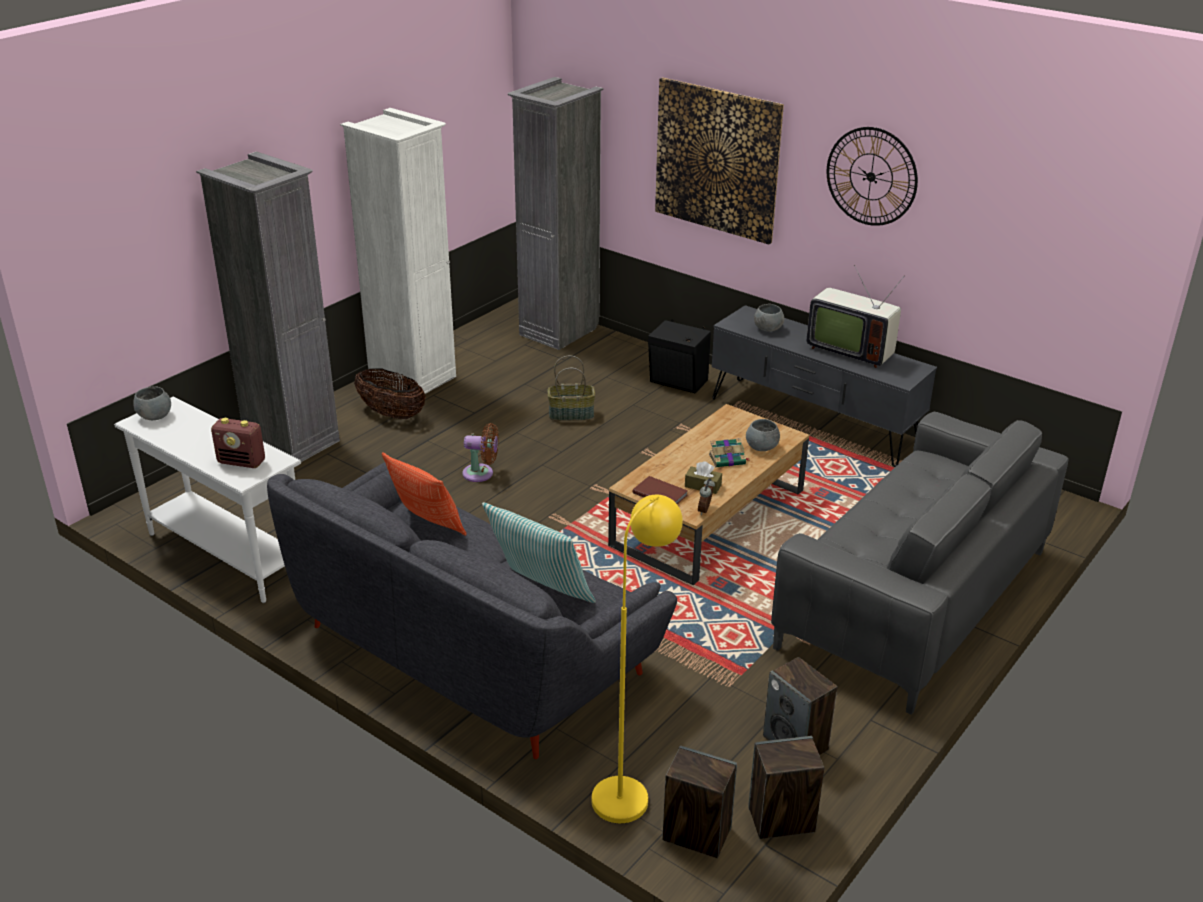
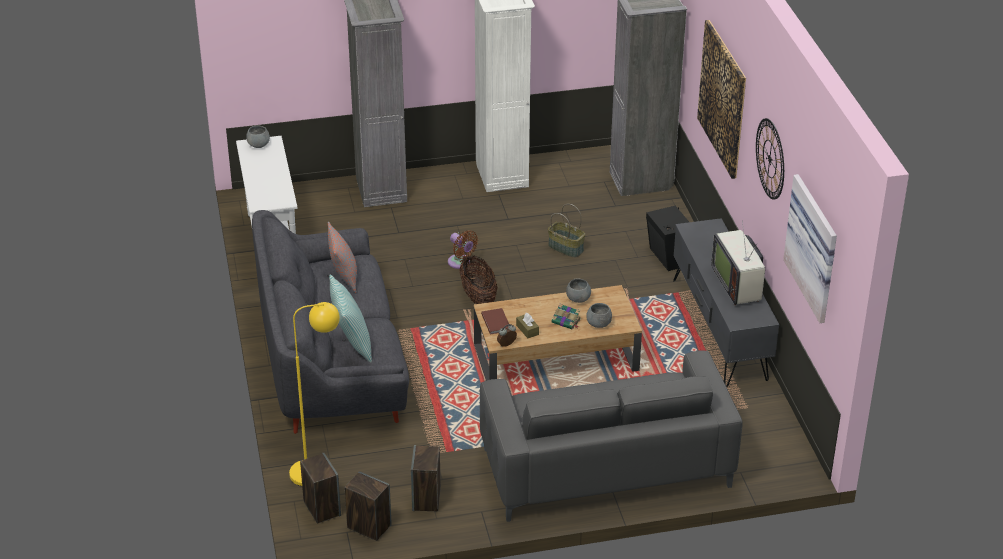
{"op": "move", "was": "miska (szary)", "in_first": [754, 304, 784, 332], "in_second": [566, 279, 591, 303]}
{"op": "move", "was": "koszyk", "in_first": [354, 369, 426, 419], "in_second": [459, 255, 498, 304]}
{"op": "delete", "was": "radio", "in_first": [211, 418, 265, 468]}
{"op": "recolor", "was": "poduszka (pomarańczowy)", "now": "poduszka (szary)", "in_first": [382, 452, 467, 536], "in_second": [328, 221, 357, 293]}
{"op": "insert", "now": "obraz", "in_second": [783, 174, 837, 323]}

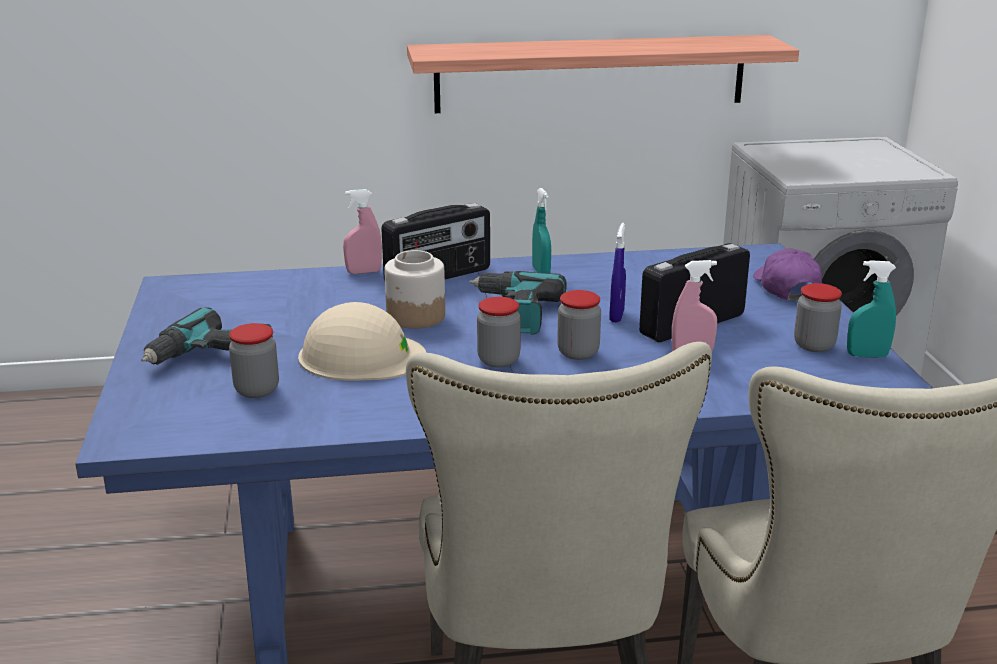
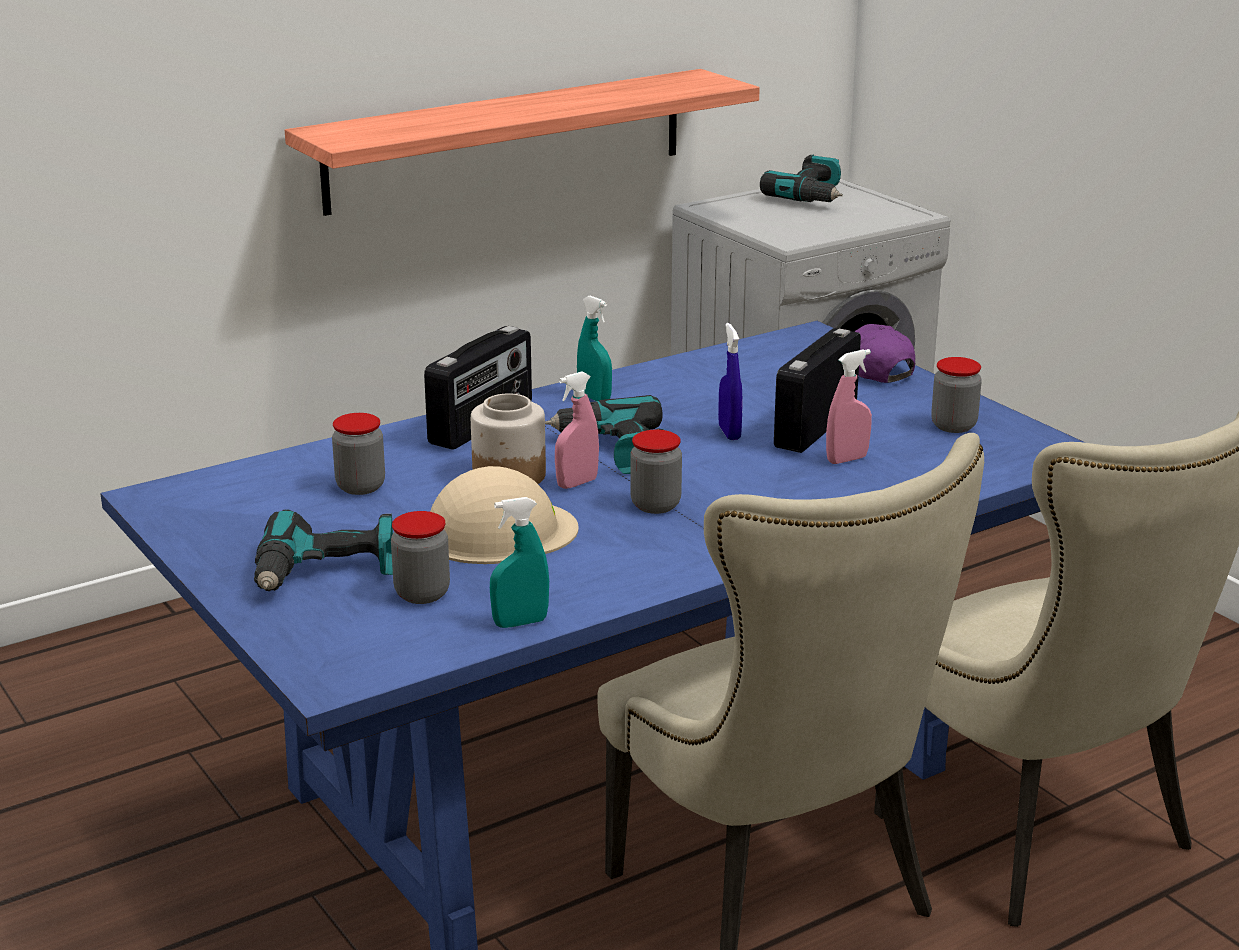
{"op": "move", "was": "spryskiwacz (różowy)", "in_first": [343, 189, 382, 274], "in_second": [555, 371, 599, 489]}
{"op": "move", "was": "spryskiwacz (turkusowy)", "in_first": [847, 260, 896, 358], "in_second": [490, 497, 549, 628]}
{"op": "move", "was": "słoik", "in_first": [557, 290, 601, 360], "in_second": [332, 413, 385, 495]}
{"op": "insert", "now": "wiertarka", "in_second": [760, 155, 843, 202]}

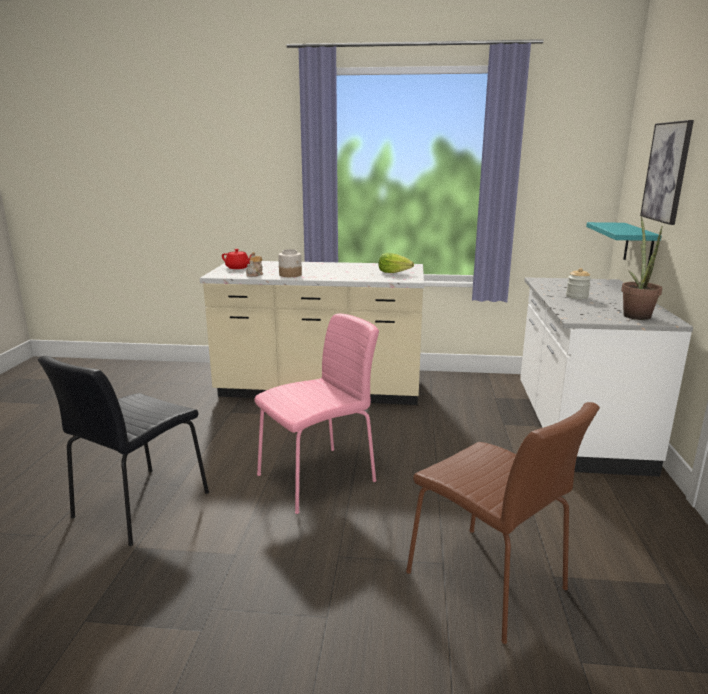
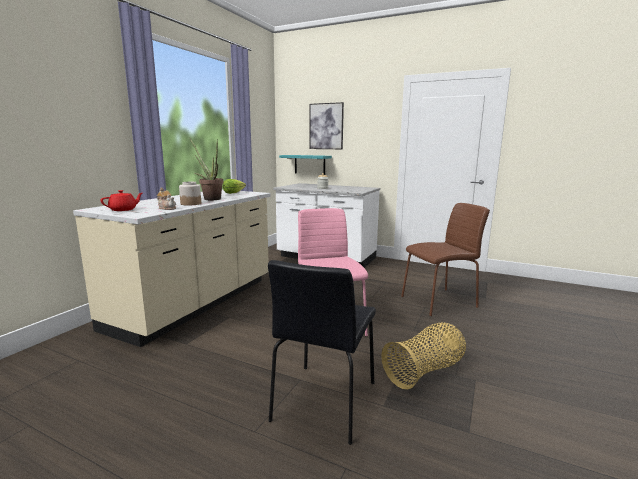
{"op": "move", "was": "roślina doniczkowa", "in_first": [621, 217, 663, 320], "in_second": [189, 138, 223, 200]}
{"op": "rotate", "was": "krzesło (czarny)", "in_first": [38, 356, 209, 546], "in_second": [268, 260, 376, 445], "clockwise": 60}
{"op": "insert", "now": "koszyk", "in_second": [381, 322, 466, 389]}

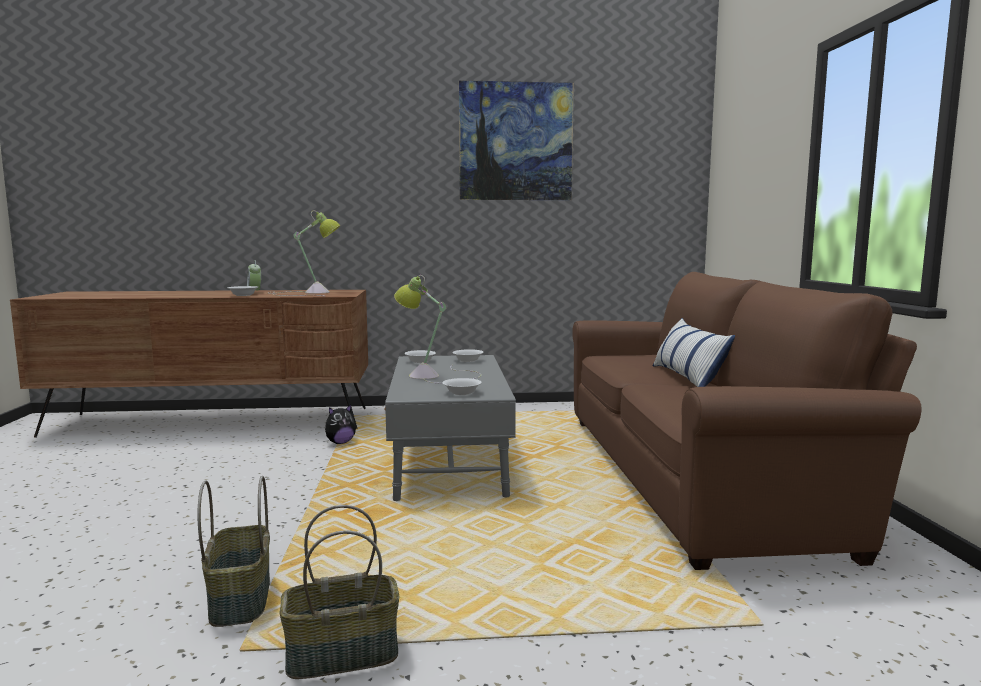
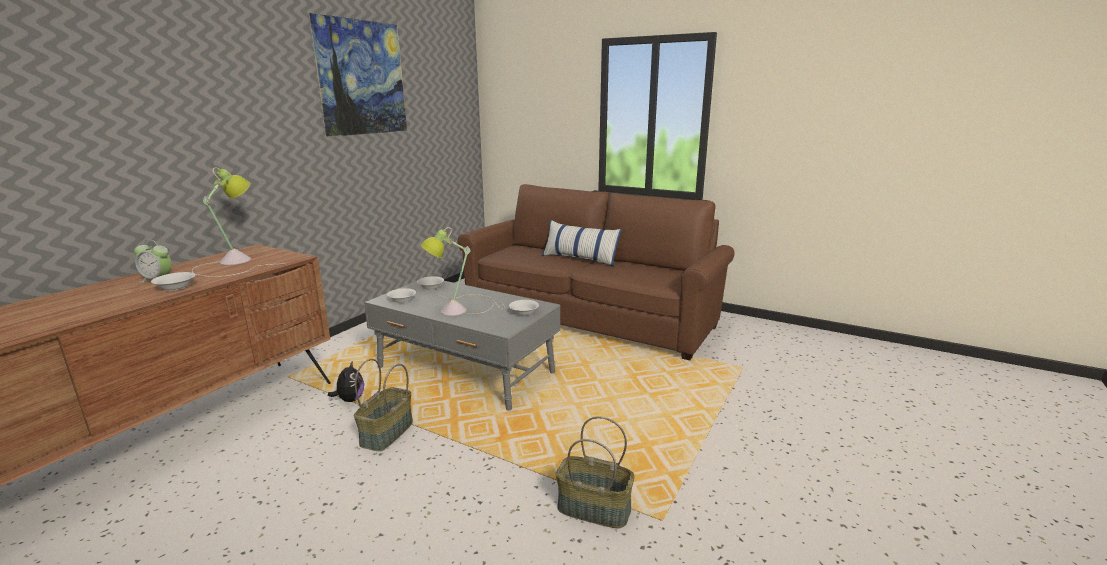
{"op": "move", "was": "koszyk", "in_first": [279, 505, 399, 679], "in_second": [354, 359, 413, 451]}

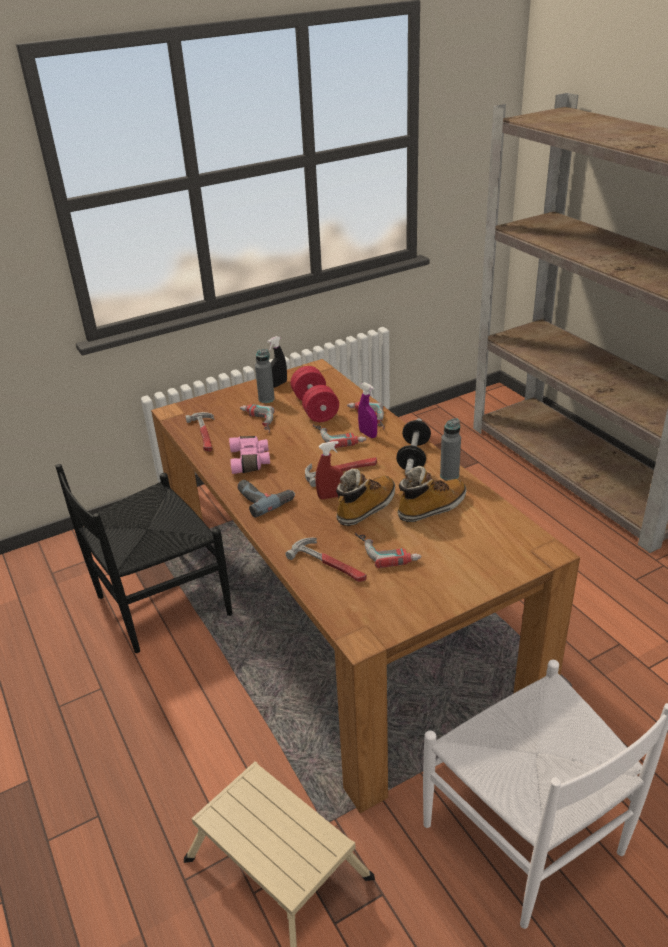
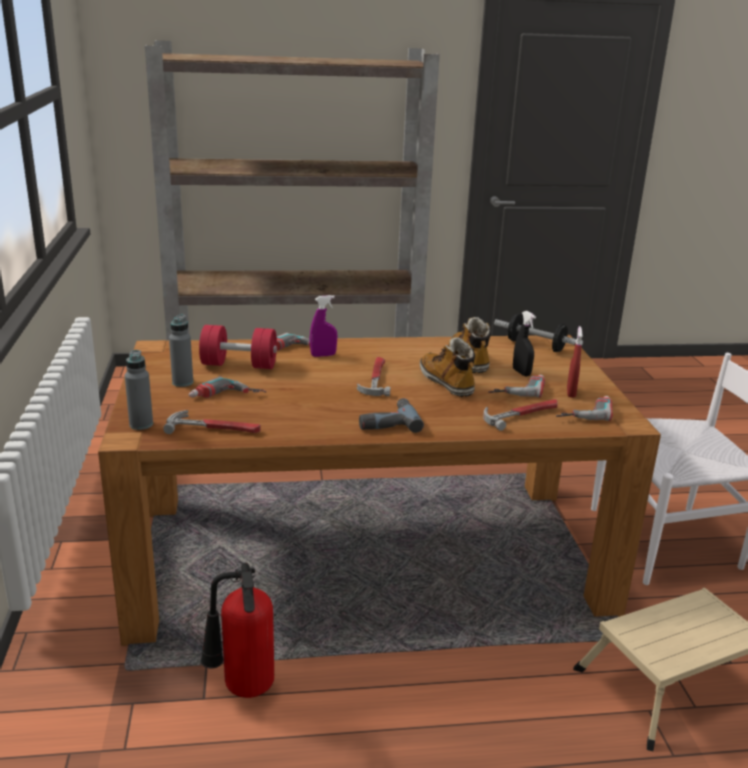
{"op": "move", "was": "spryskiwacz (czarny)", "in_first": [267, 336, 287, 388], "in_second": [513, 311, 536, 376]}
{"op": "move", "was": "butelka (szary)", "in_first": [440, 418, 461, 481], "in_second": [125, 350, 153, 430]}
{"op": "move", "was": "hantel", "in_first": [396, 419, 431, 473], "in_second": [494, 313, 583, 352]}
{"op": "move", "was": "wiertarka", "in_first": [313, 424, 366, 448], "in_second": [556, 396, 613, 421]}
{"op": "delete", "was": "lornetka (różowy)", "in_first": [229, 436, 270, 474]}
{"op": "move", "was": "spryskiwacz (czerwony)", "in_first": [316, 441, 343, 499], "in_second": [567, 326, 582, 398]}
{"op": "replace", "was": "krzesło (czarny)", "now": "gaśnica", "in_first": [56, 464, 232, 653], "in_second": [200, 562, 274, 698]}

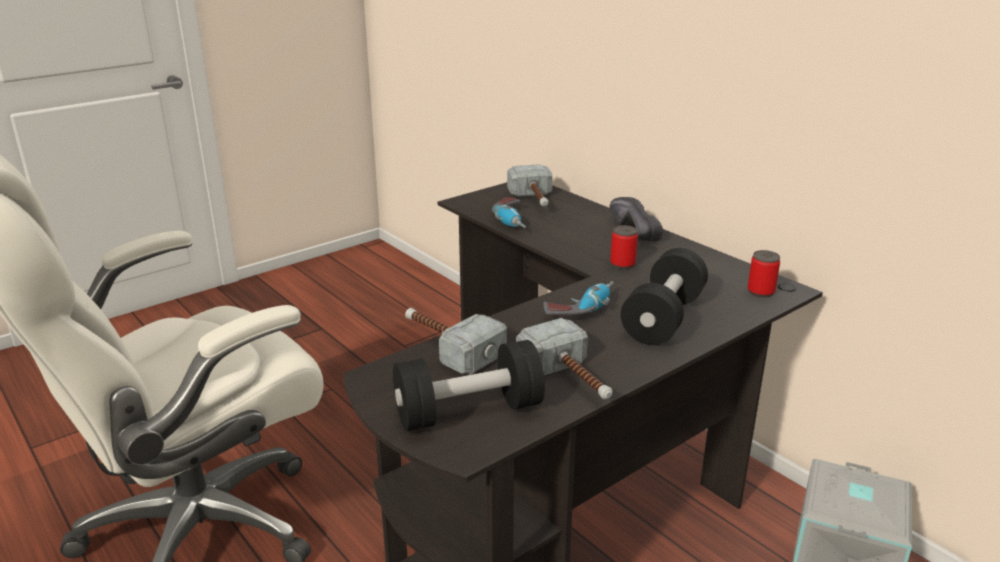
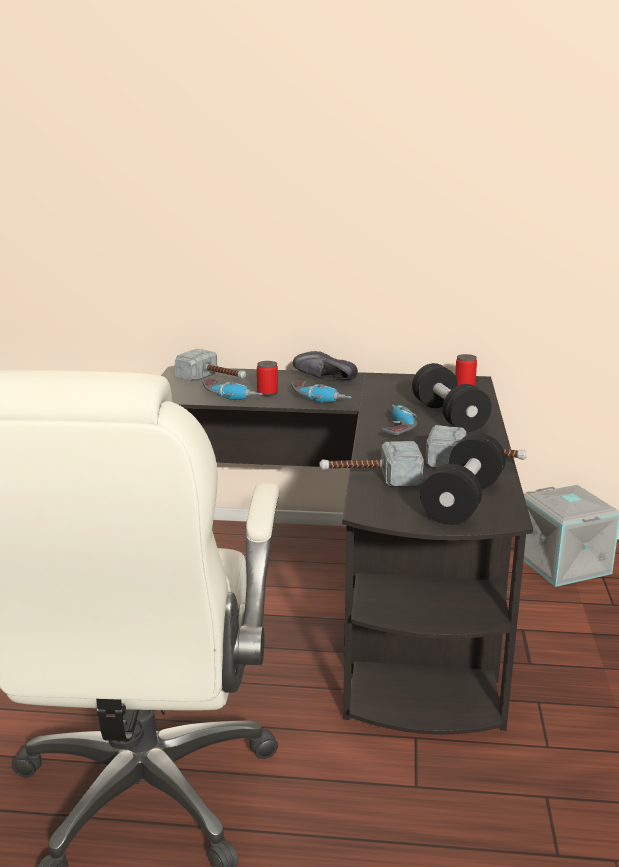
{"op": "move", "was": "puszka", "in_first": [610, 225, 638, 269], "in_second": [257, 361, 278, 397]}
{"op": "insert", "now": "wiertarka", "in_second": [291, 380, 352, 403]}

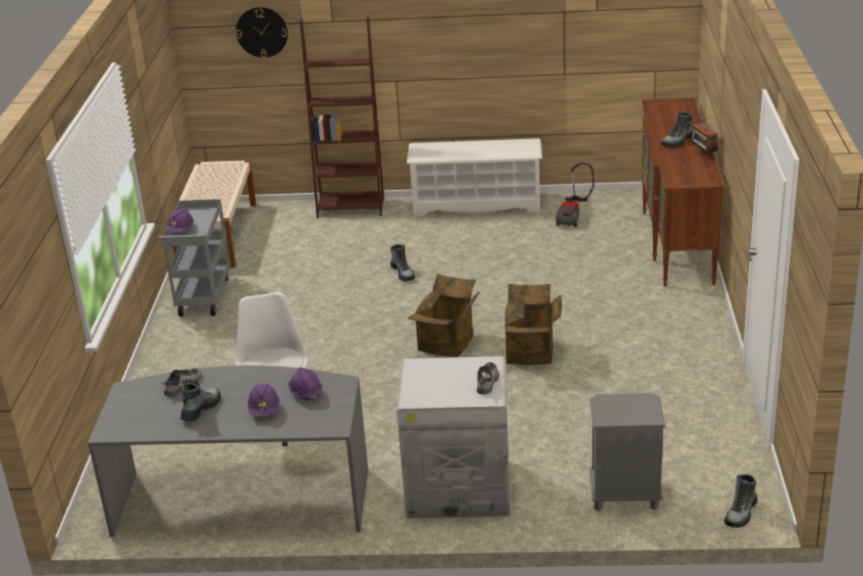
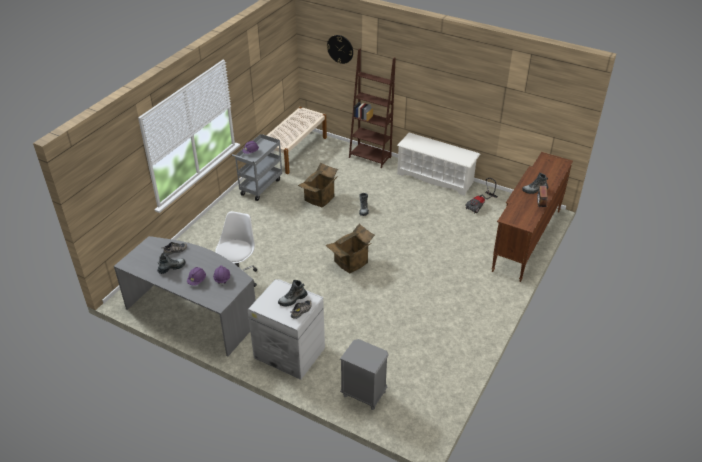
{"op": "move", "was": "karton", "in_first": [505, 284, 562, 365], "in_second": [298, 163, 338, 207]}
{"op": "move", "was": "but z cholewką", "in_first": [725, 474, 758, 528], "in_second": [278, 280, 307, 307]}

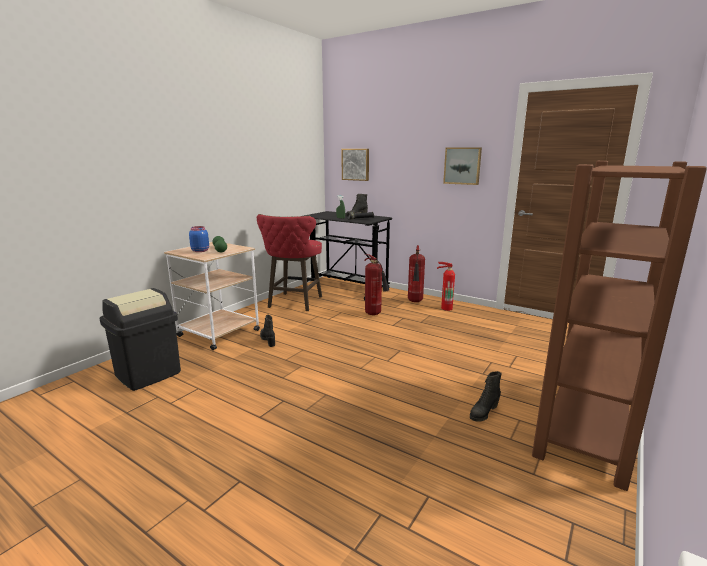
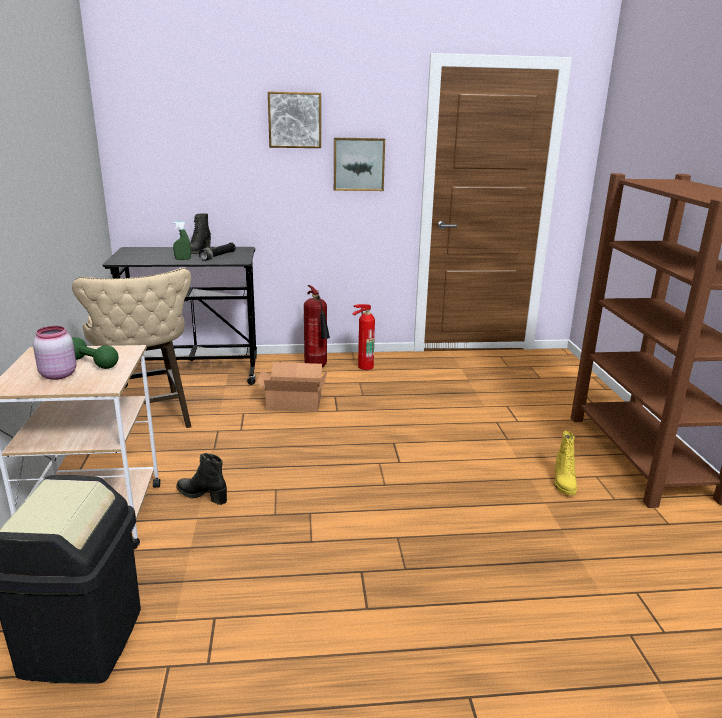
{"op": "move", "was": "obraz", "in_first": [341, 149, 369, 181], "in_second": [268, 92, 321, 148]}
{"op": "recolor", "was": "stołek (czerwony)", "now": "stołek (beżowy)", "in_first": [257, 214, 322, 311], "in_second": [72, 268, 191, 428]}
{"op": "recolor", "was": "słoik (niebieski)", "now": "słoik (różowy)", "in_first": [189, 226, 209, 252], "in_second": [33, 326, 76, 380]}
{"op": "replace", "was": "gaśnica", "now": "karton", "in_first": [364, 254, 389, 315], "in_second": [257, 362, 328, 412]}
{"op": "recolor", "was": "but z cholewką (czarny)", "now": "but z cholewką (żółty)", "in_first": [470, 371, 502, 422], "in_second": [554, 431, 577, 495]}

